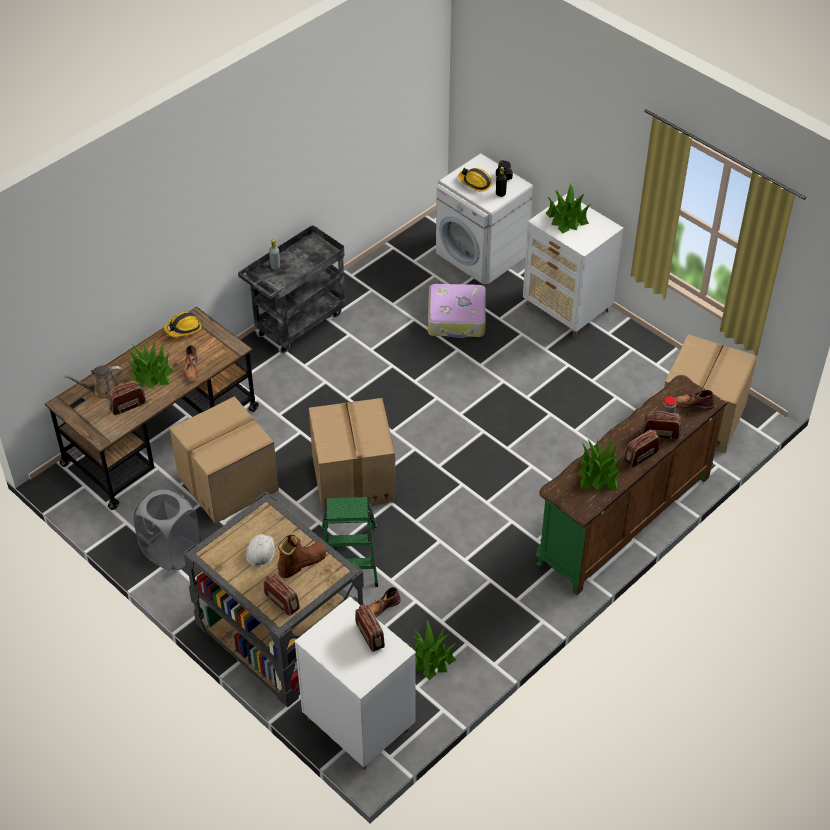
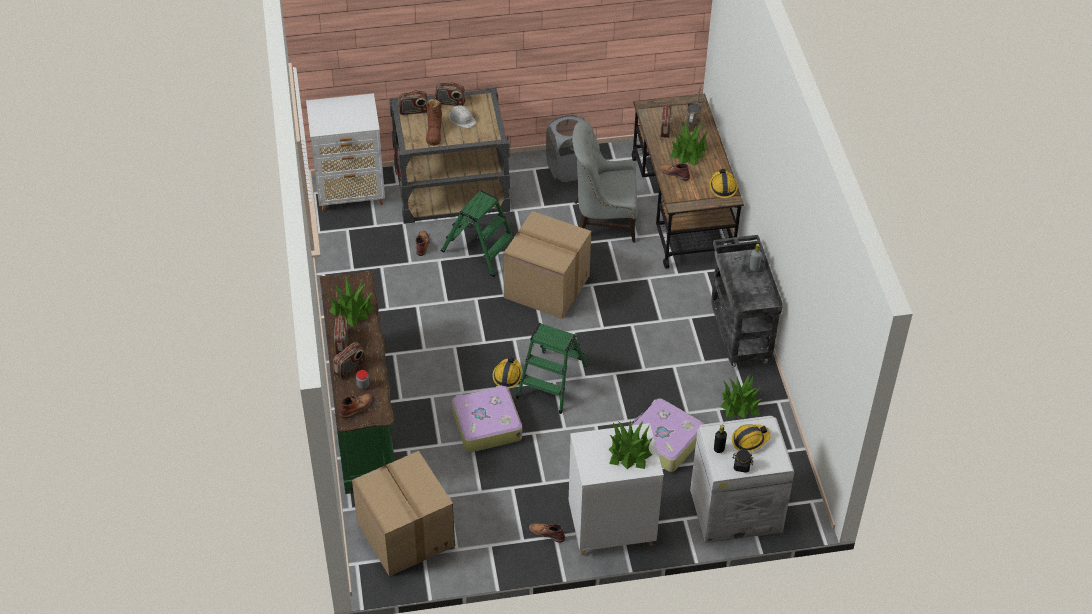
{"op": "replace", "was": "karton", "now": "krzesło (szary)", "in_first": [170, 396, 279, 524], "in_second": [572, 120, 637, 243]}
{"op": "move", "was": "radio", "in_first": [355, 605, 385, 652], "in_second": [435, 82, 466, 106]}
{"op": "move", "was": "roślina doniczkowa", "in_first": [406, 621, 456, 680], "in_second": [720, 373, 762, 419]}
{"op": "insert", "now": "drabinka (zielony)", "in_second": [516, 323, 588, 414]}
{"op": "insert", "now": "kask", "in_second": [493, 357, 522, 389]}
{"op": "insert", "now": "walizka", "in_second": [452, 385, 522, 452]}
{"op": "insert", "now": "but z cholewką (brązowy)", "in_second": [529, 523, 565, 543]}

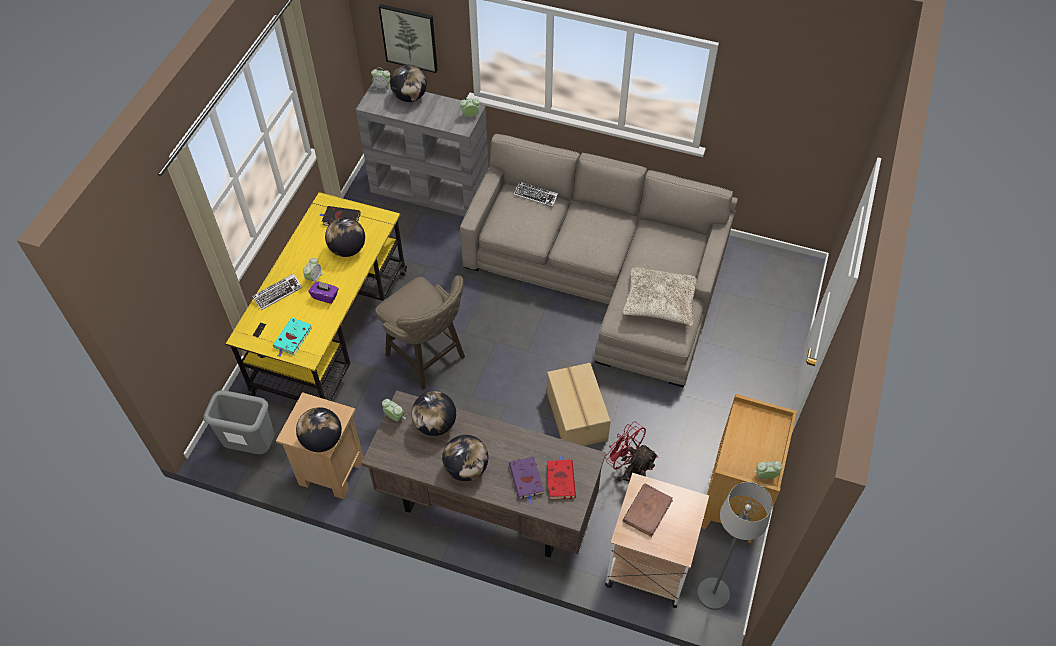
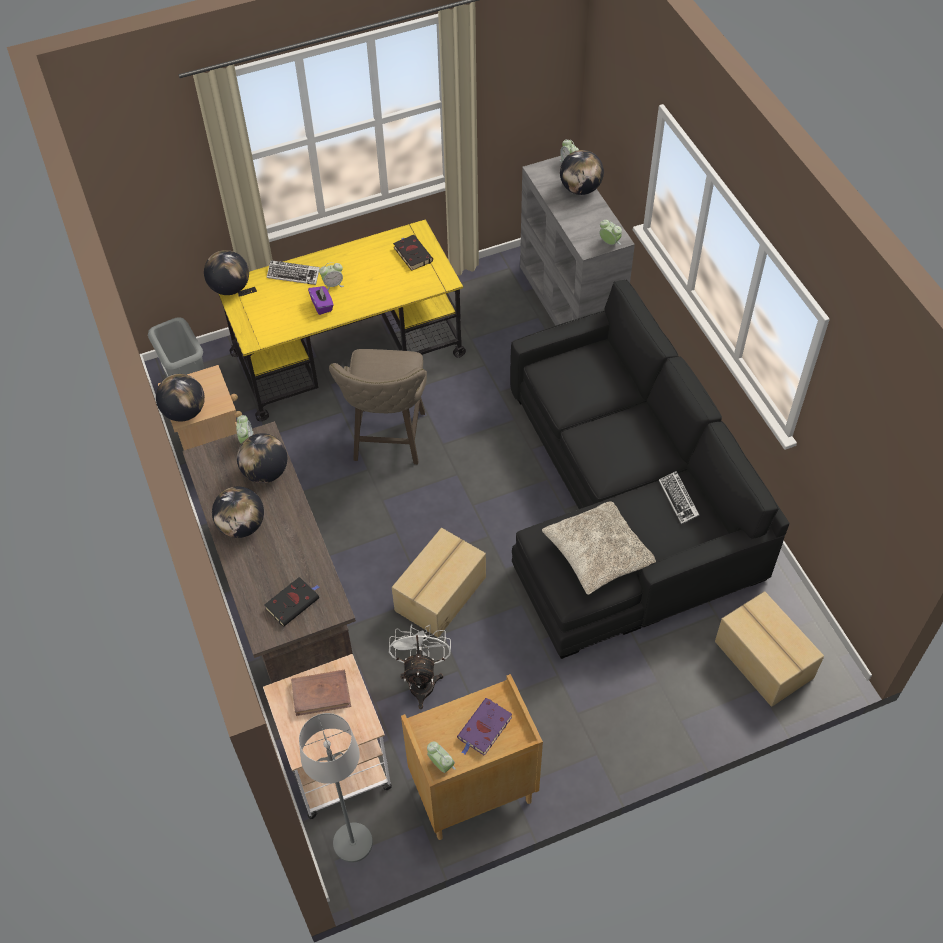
{"op": "delete", "was": "obraz", "in_first": [379, 4, 438, 73]}
{"op": "recolor", "was": "kanapa (beżowy)", "now": "kanapa (czarny)", "in_first": [460, 134, 738, 387], "in_second": [510, 280, 789, 659]}
{"op": "move", "was": "klawiatura", "in_first": [514, 181, 558, 207], "in_second": [659, 471, 699, 525]}
{"op": "move", "was": "globus", "in_first": [325, 217, 365, 257], "in_second": [204, 250, 249, 295]}
{"op": "delete", "was": "książka (turkusowy)", "in_first": [273, 318, 312, 357]}
{"op": "recolor", "was": "wentylator (czerwony)", "now": "wentylator (biały)", "in_first": [605, 421, 658, 482], "in_second": [389, 624, 451, 709]}
{"op": "recolor", "was": "książka (czerwony)", "now": "książka (czarny)", "in_first": [547, 456, 576, 500], "in_second": [264, 577, 319, 627]}
{"op": "move", "was": "książka (fioletowy)", "in_first": [509, 457, 544, 505], "in_second": [457, 698, 512, 756]}
{"op": "insert", "now": "karton", "in_second": [715, 591, 824, 707]}

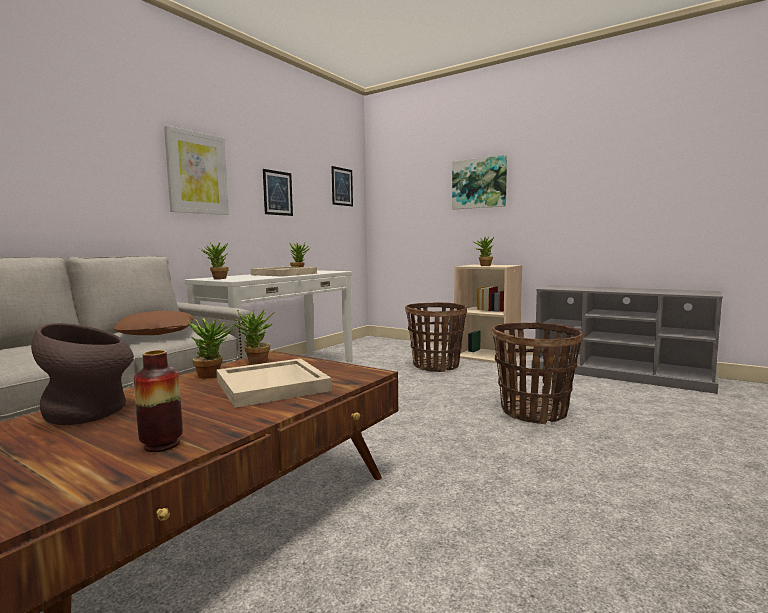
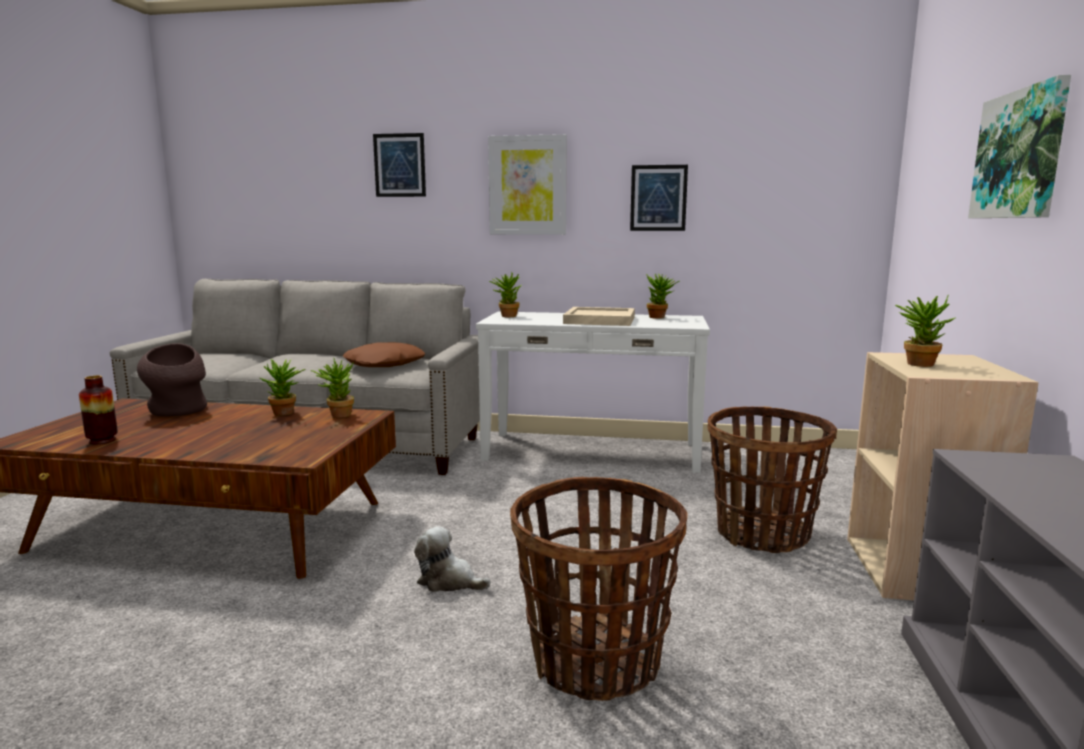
{"op": "move", "was": "obraz", "in_first": [331, 166, 353, 206], "in_second": [373, 133, 426, 197]}
{"op": "delete", "was": "taca (beżowy)", "in_first": [216, 358, 332, 408]}
{"op": "insert", "now": "pluszak", "in_second": [414, 526, 490, 592]}

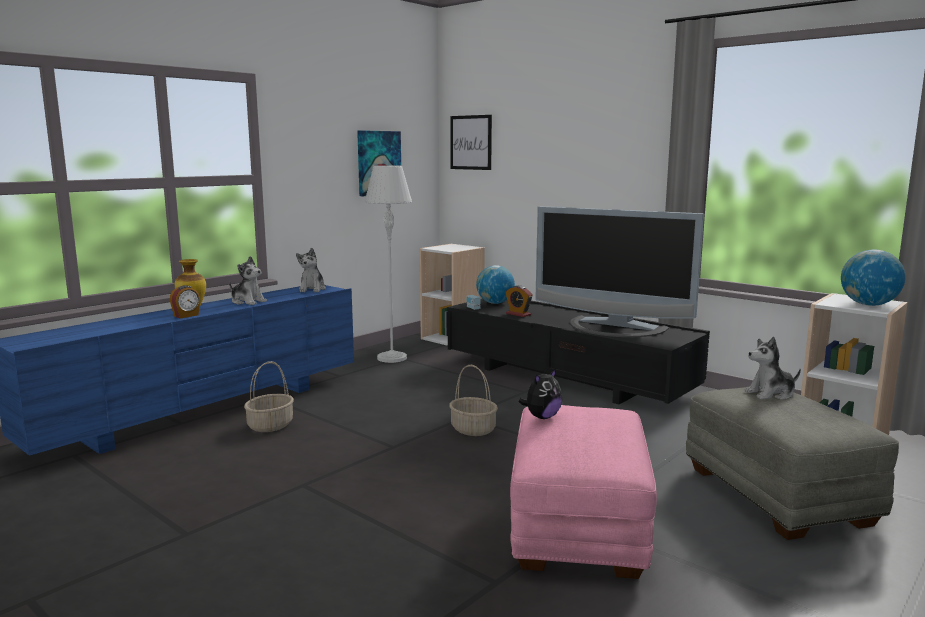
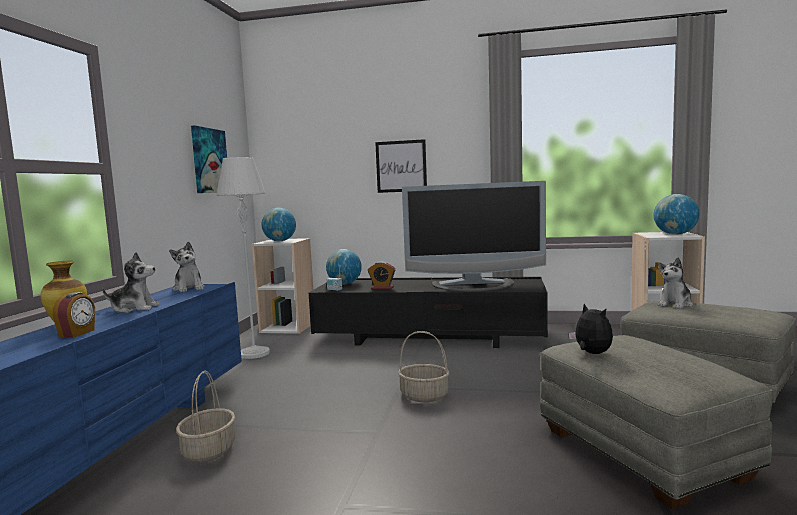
{"op": "move", "was": "obraz", "in_first": [450, 115, 492, 170], "in_second": [375, 139, 427, 193]}
{"op": "rotate", "was": "pluszak", "in_first": [519, 369, 562, 419], "in_second": [569, 304, 613, 354], "clockwise": -45}
{"op": "recolor", "was": "pufa (różowy)", "now": "pufa (szary)", "in_first": [510, 405, 657, 579], "in_second": [540, 335, 773, 509]}
{"op": "insert", "now": "globus", "in_second": [262, 208, 296, 241]}

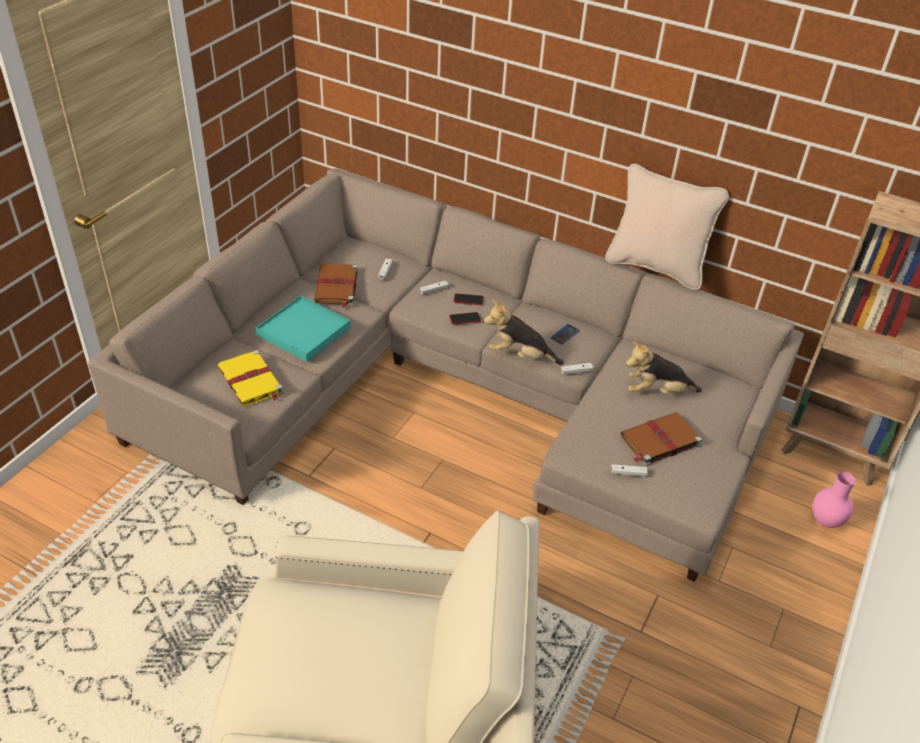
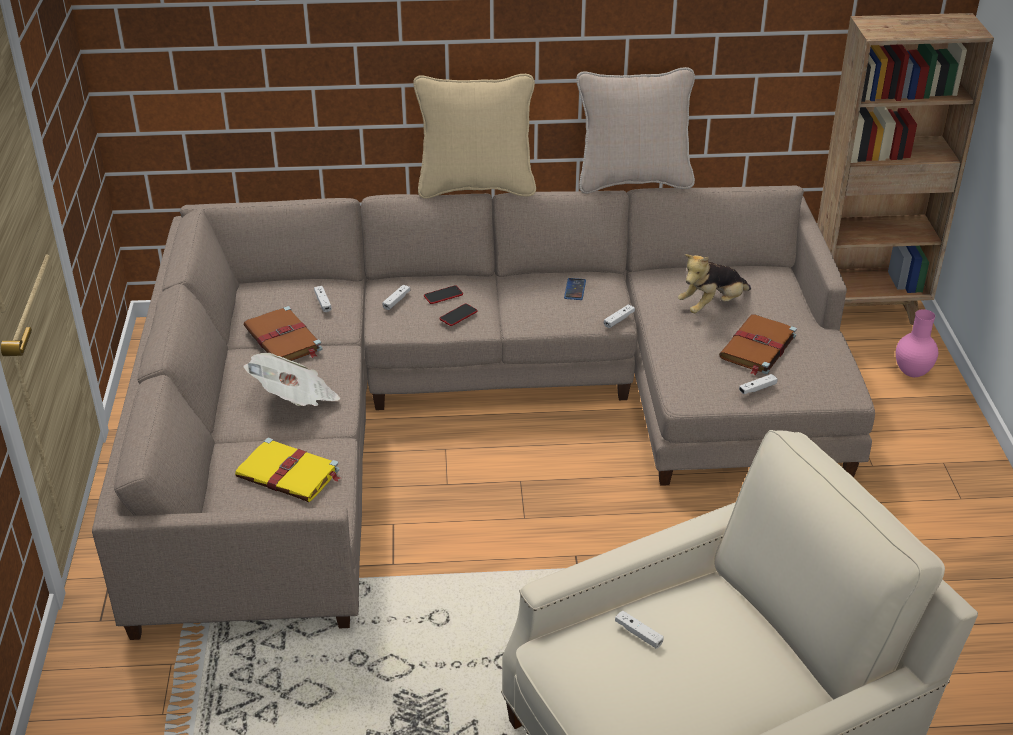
{"op": "replace", "was": "taca (turkusowy)", "now": "gazeta", "in_first": [256, 295, 350, 362], "in_second": [243, 353, 341, 406]}
{"op": "delete", "was": "pluszak", "in_first": [484, 300, 564, 365]}
{"op": "insert", "now": "poduszka (beżowy)", "in_second": [413, 74, 536, 199]}
{"op": "insert", "now": "pad do gier (biały)", "in_second": [615, 610, 664, 649]}

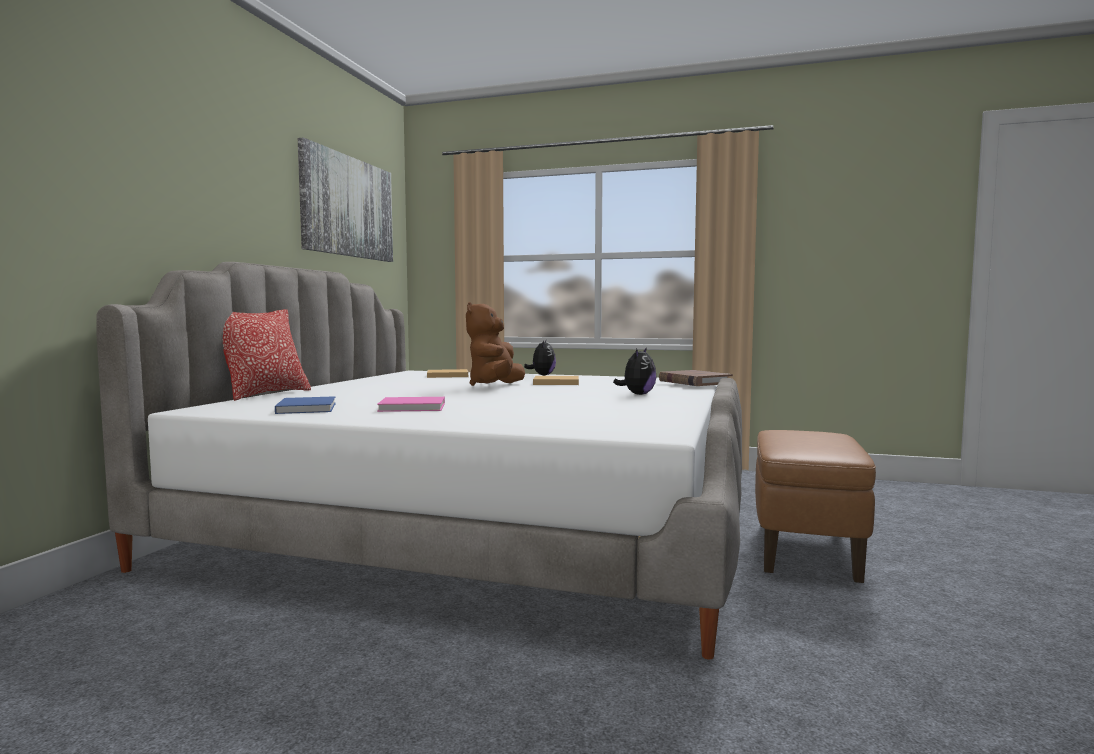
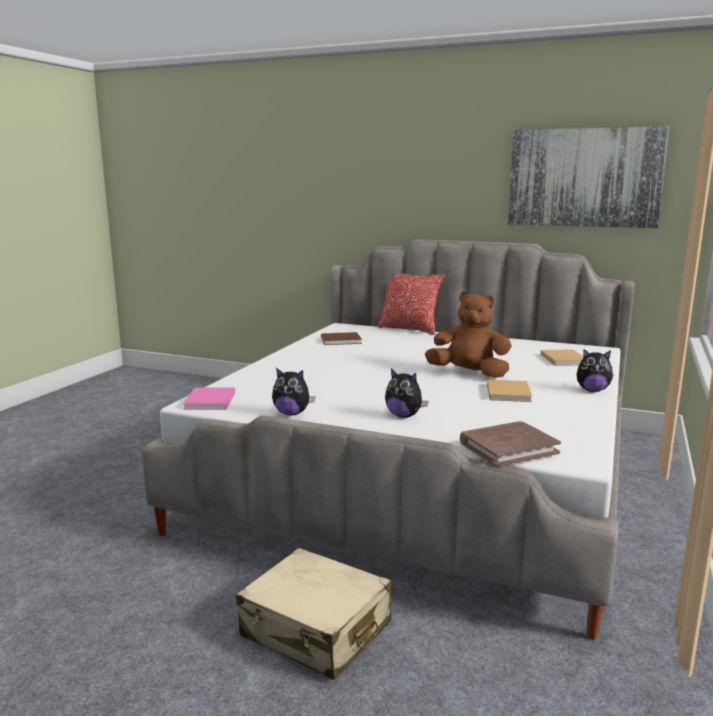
{"op": "recolor", "was": "książka (niebieski)", "now": "książka (brązowy)", "in_first": [275, 396, 336, 414], "in_second": [321, 332, 362, 345]}
{"op": "move", "was": "książka (różowy)", "in_first": [377, 397, 445, 412], "in_second": [183, 387, 235, 410]}
{"op": "replace", "was": "pufa (brązowy)", "now": "walizka (beżowy)", "in_first": [755, 430, 876, 583], "in_second": [236, 548, 392, 680]}
{"op": "insert", "now": "pluszak", "in_second": [272, 368, 316, 415]}

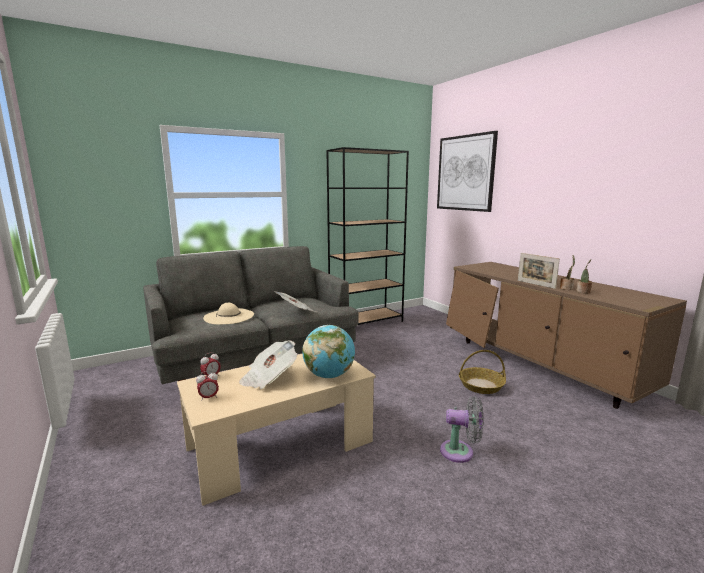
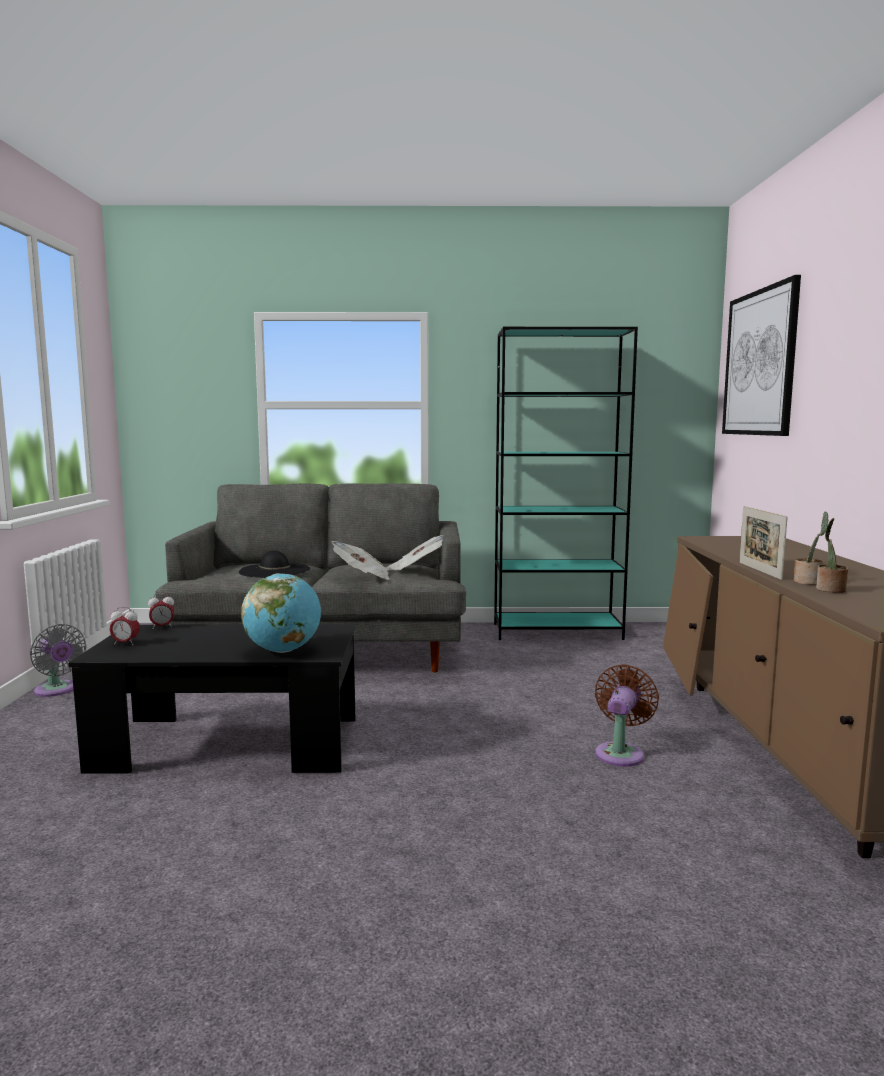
{"op": "recolor", "was": "regał (beżowy)", "now": "regał (turkusowy)", "in_first": [326, 147, 409, 325], "in_second": [494, 327, 638, 640]}
{"op": "recolor", "was": "kapelusz (beżowy)", "now": "kapelusz (czarny)", "in_first": [203, 303, 254, 324], "in_second": [239, 550, 310, 578]}
{"op": "move", "was": "gazeta", "in_first": [239, 340, 297, 389], "in_second": [387, 535, 443, 571]}
{"op": "replace", "was": "koszyk", "now": "wentylator (brązowy)", "in_first": [459, 350, 506, 394], "in_second": [595, 664, 659, 767]}
{"op": "recolor", "was": "ława (beżowy)", "now": "ława (czarny)", "in_first": [177, 353, 376, 506], "in_second": [68, 624, 356, 774]}
{"op": "move", "was": "wentylator (szary)", "in_first": [440, 396, 483, 463], "in_second": [29, 624, 86, 697]}

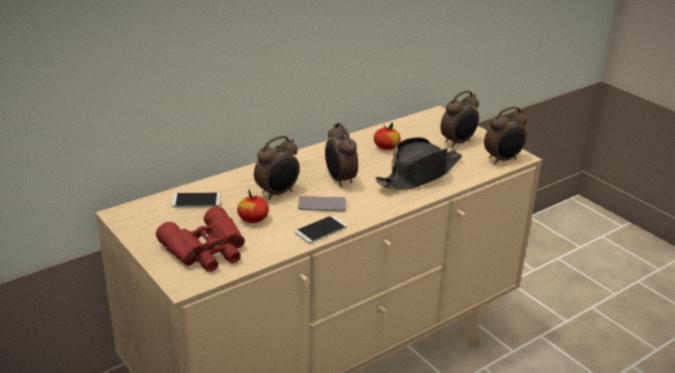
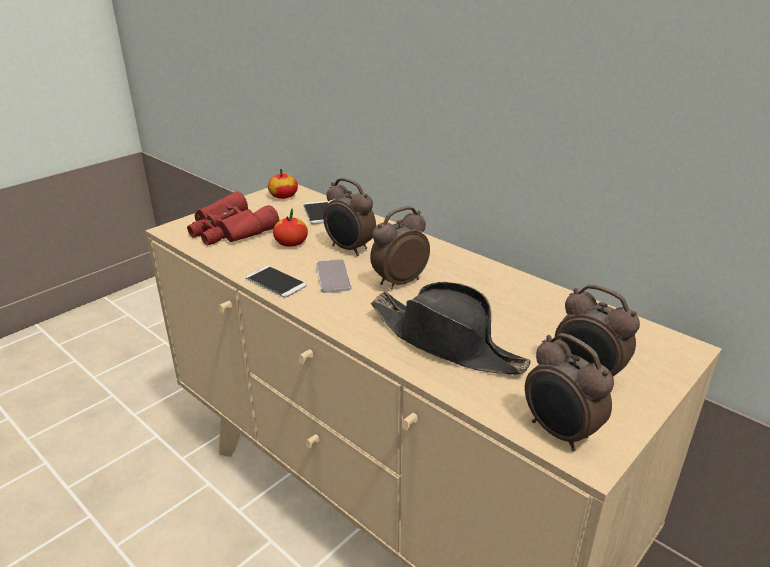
{"op": "move", "was": "jabłko", "in_first": [374, 123, 401, 150], "in_second": [268, 169, 298, 199]}

